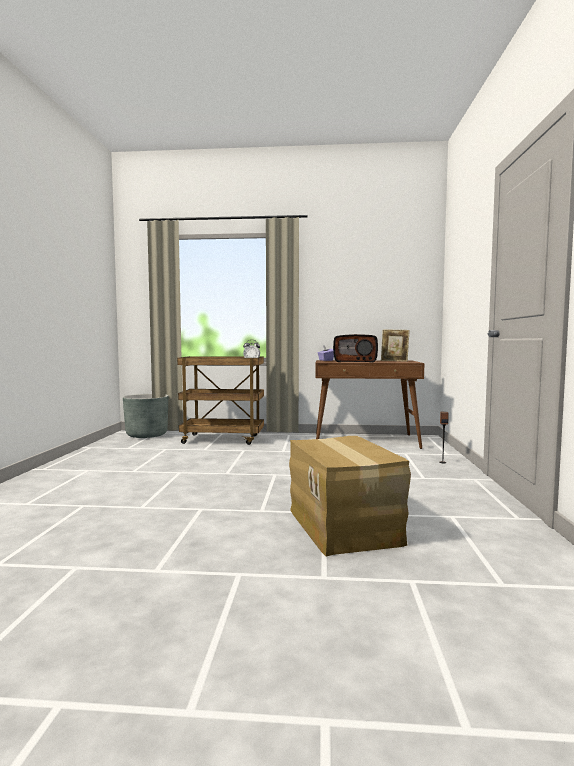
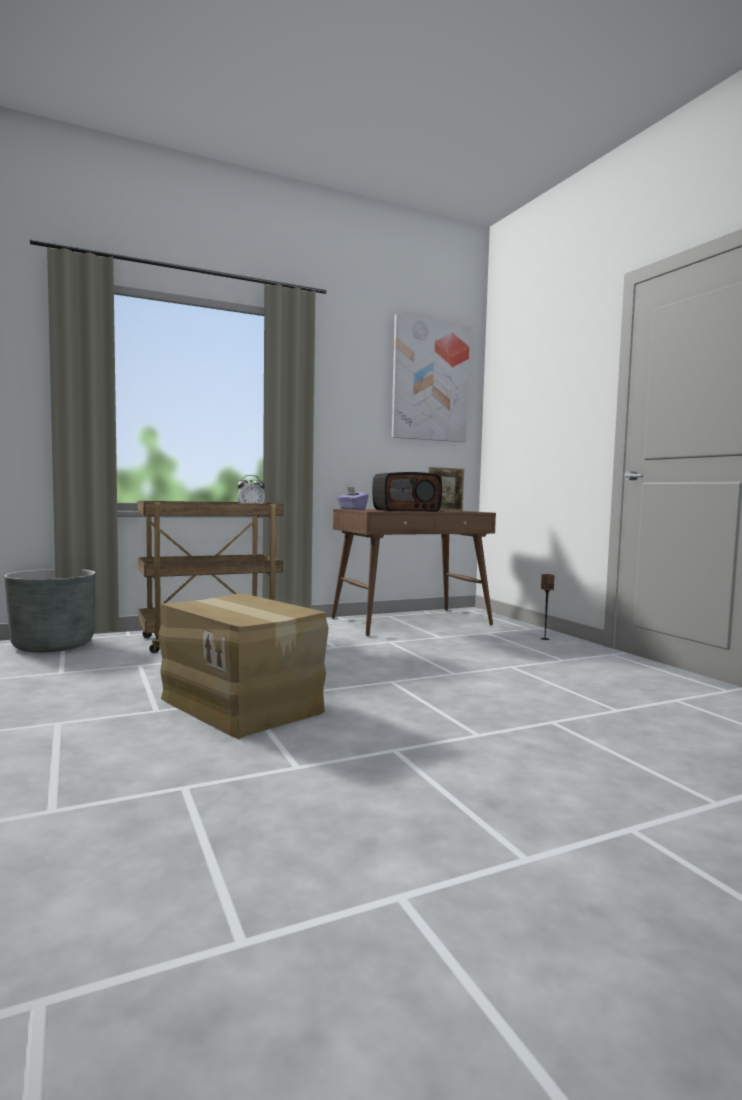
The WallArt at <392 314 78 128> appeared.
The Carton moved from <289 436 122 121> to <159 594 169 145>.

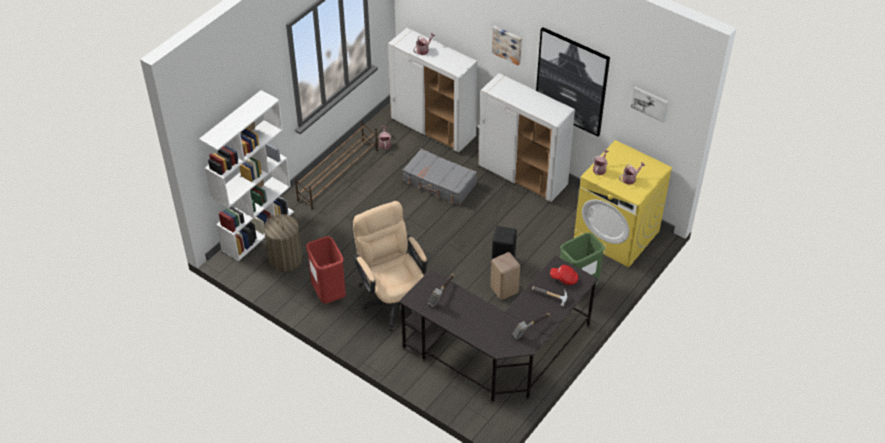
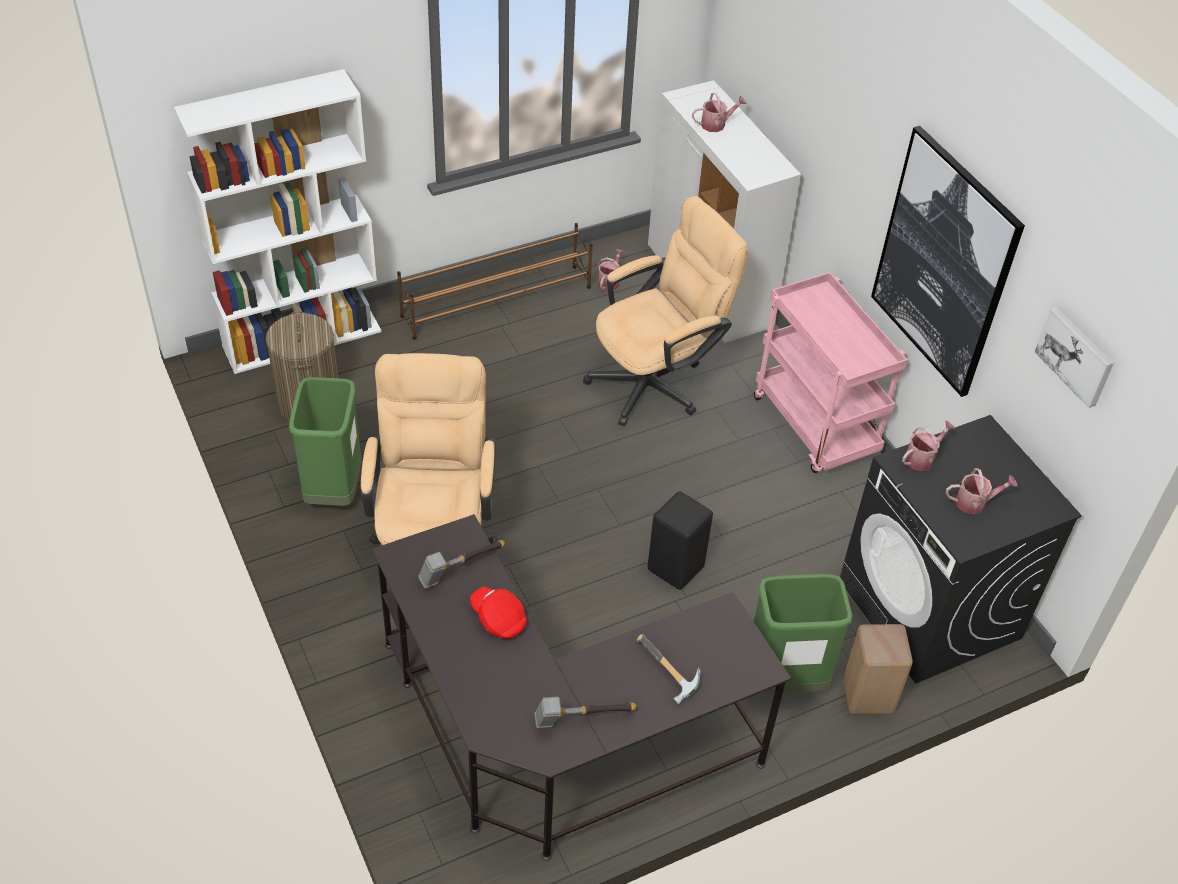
The WallArt at <492 26 30 39> disappeared.
The SandColouredSittingStool moved from <490 252 30 48> to <843 624 70 90>.
The RedColouredCap moved from <550 265 29 20> to <470 587 57 52>.
The GreyishPieceOfLuggage at <403 149 74 56> was replaced by the SandColouredOfficeChair at <583 196 165 230>.
The WhiteColouredCabinet at <478 73 97 129> was replaced by the PinkWheeledCart at <754 272 154 201>.
The RedColouredRubbishBin at <306 236 40 68> became the GreenRubbishBin at <289 377 72 129>.
The YellowishLaundryMachine at <574 140 99 127> became the BlackColouredLaundryMachine at <840 415 242 269>.

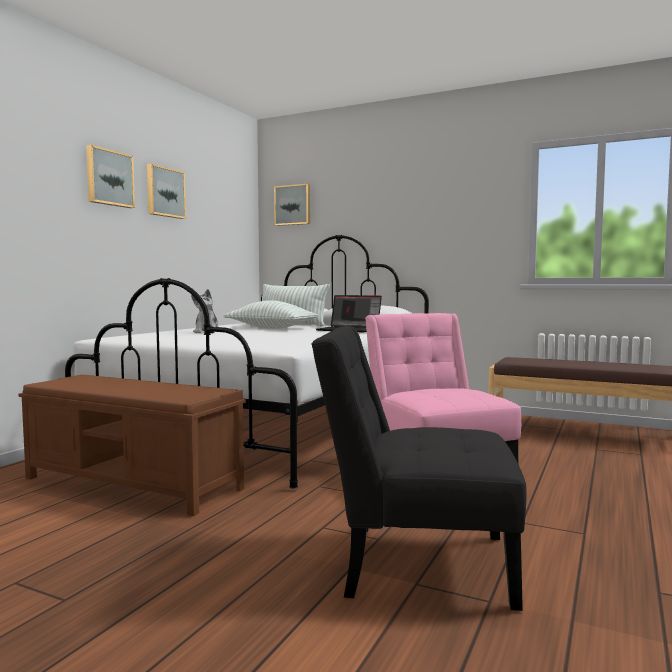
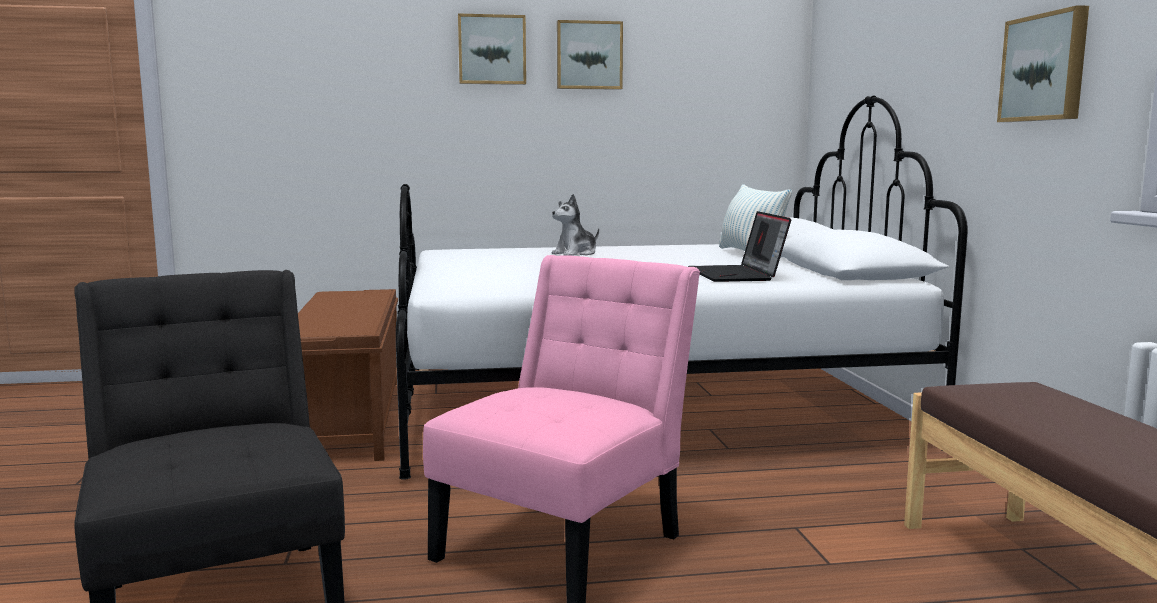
The Cushion at <223 300 95 29> disappeared.
The WallArt moved from <274 184 36 42> to <997 5 92 117>.

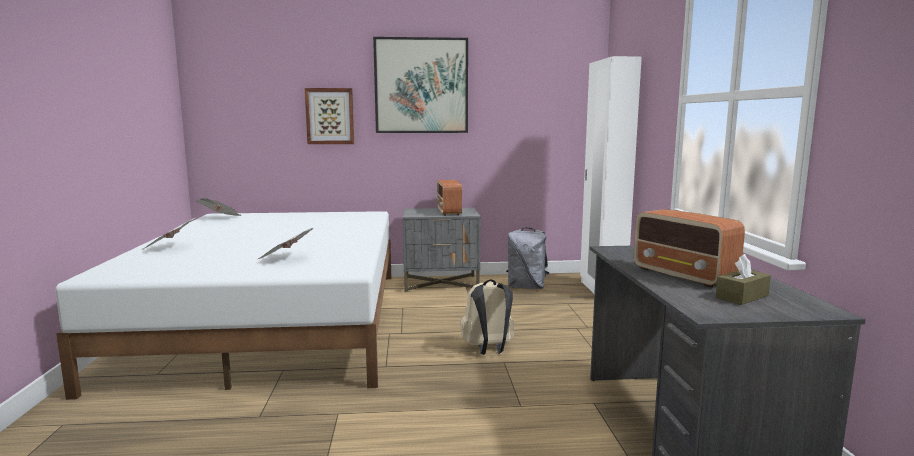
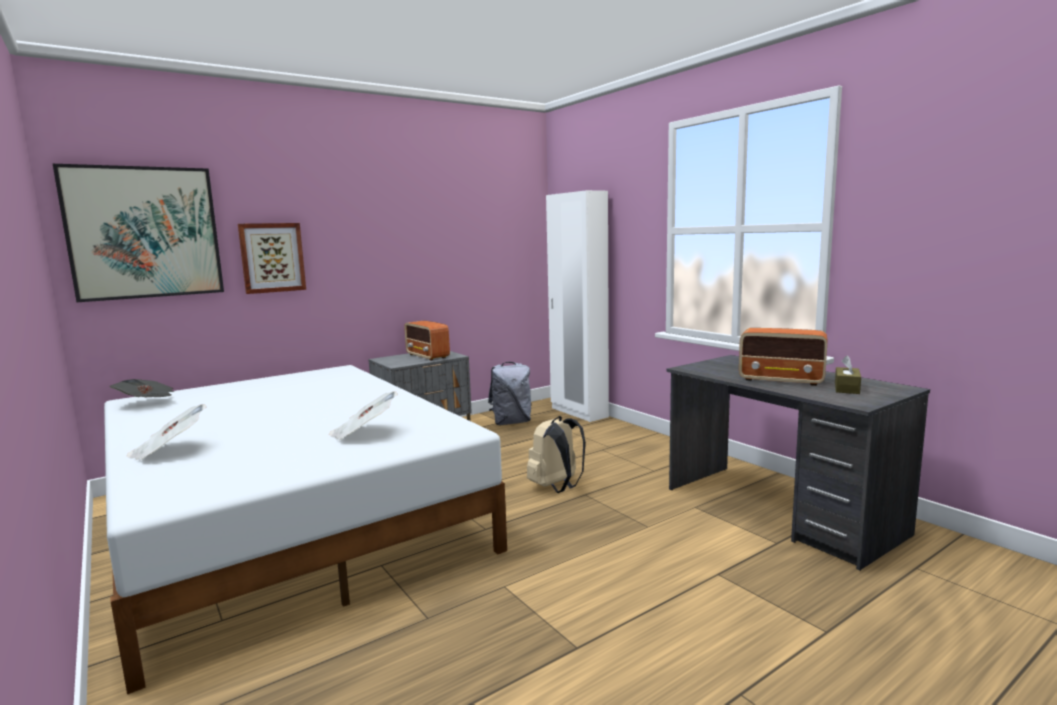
The WallArt moved from <373 37 95 96> to <53 164 171 138>.

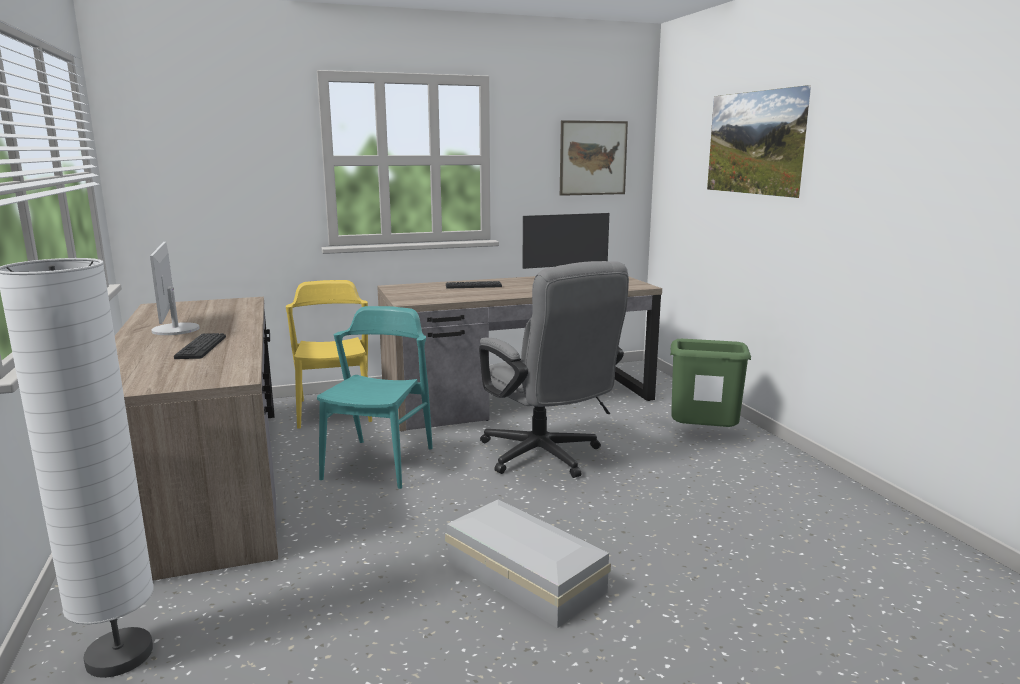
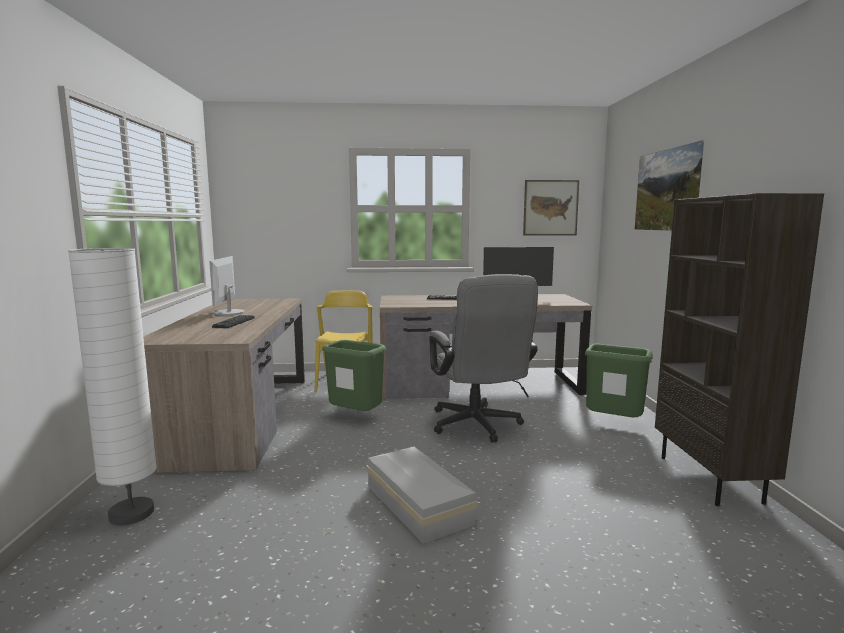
The BrownishBookcase at <655 193 169 313> appeared.
The TurquoiseColouredChair at <317 306 116 183> was replaced by the GreenRubbishBin at <322 340 64 71>.

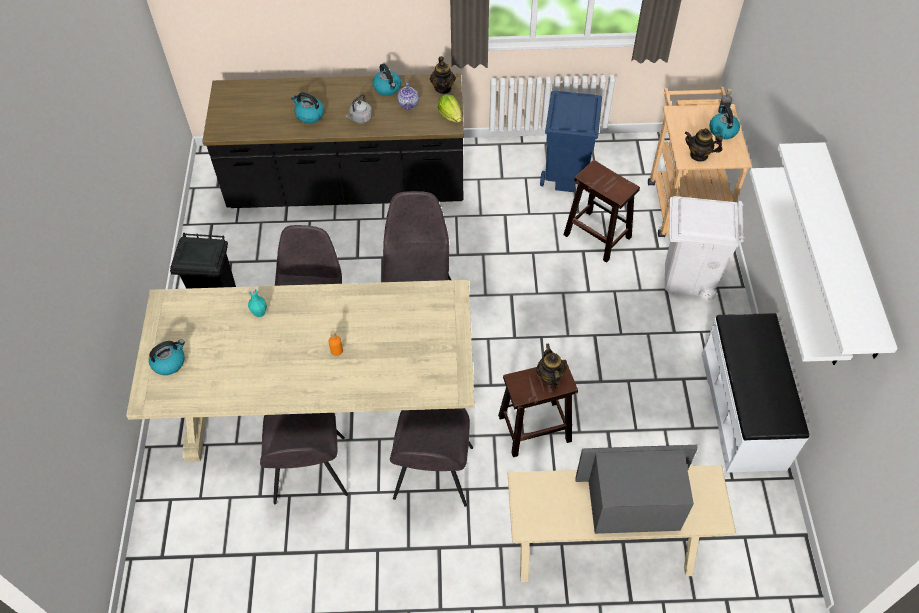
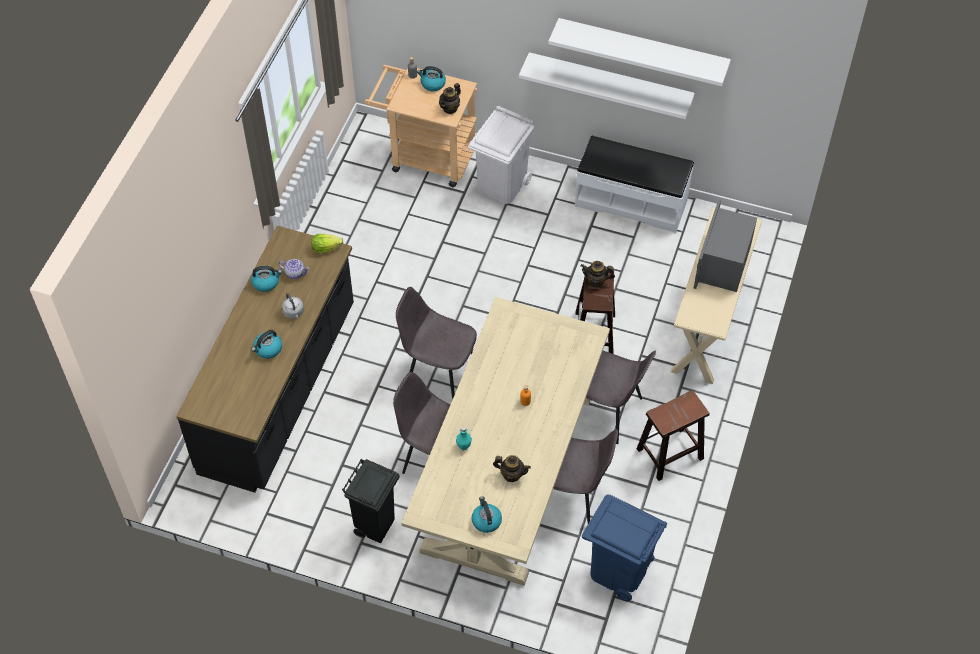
The TeaPot moved from <430 56 26 38> to <493 455 38 27>.
The BluishRubbishBin moved from <540 91 62 101> to <582 494 85 108>.
The BrownishSittingStool moved from <564 160 76 103> to <636 390 73 91>.

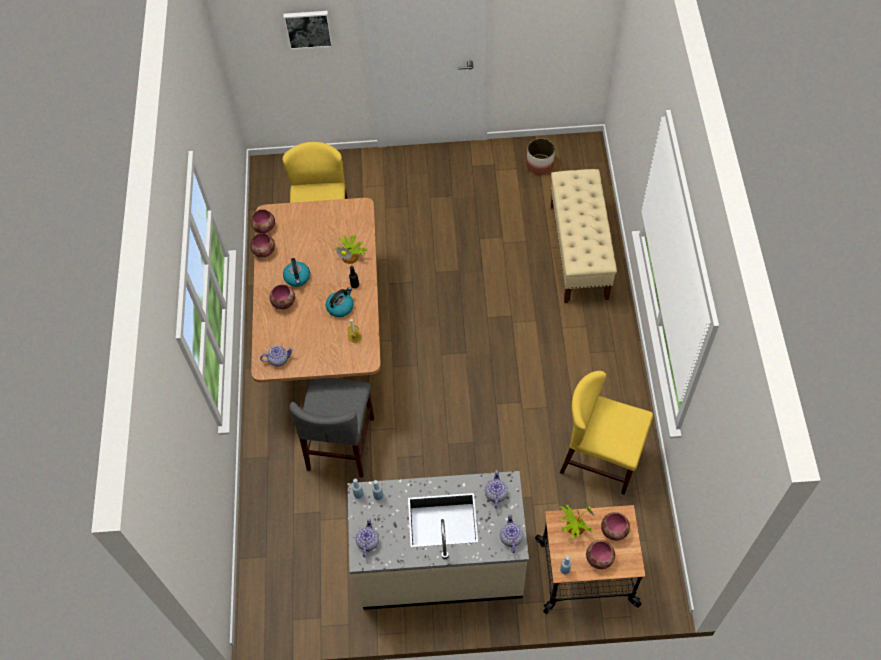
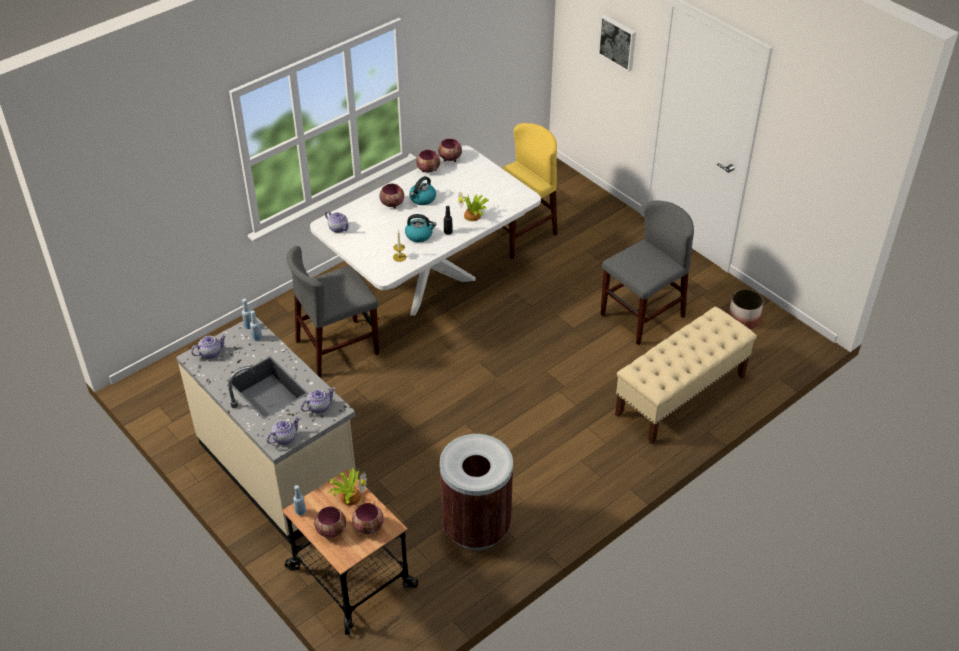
The GreyishChair at <601 200 93 145> appeared.
The YellowishChair at <560 371 93 124> was replaced by the BrownishRubbishBin at <440 434 73 116>.
The BrownishDiningTable at <251 198 130 185> became the WhiteColouredDiningTable at <310 146 231 170>.

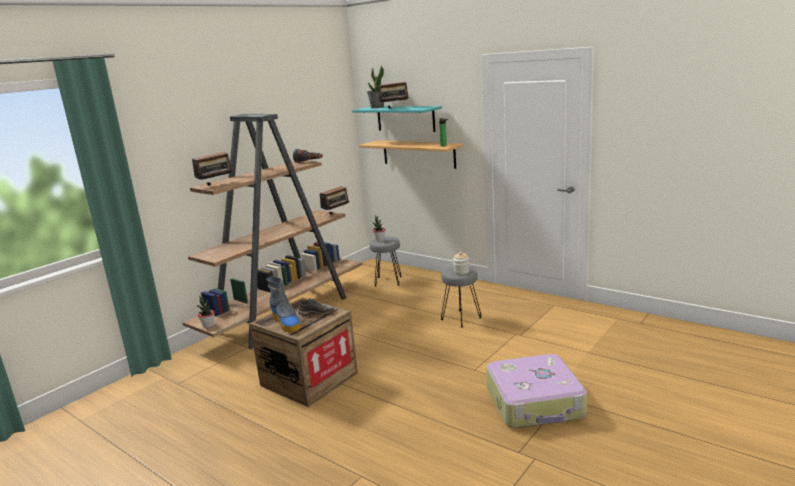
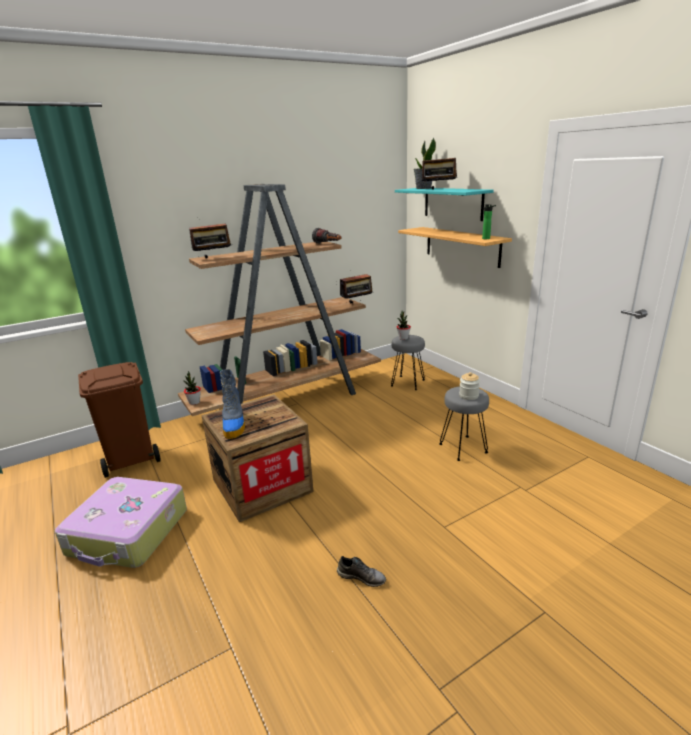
The BrownishRubbishBin at <78 362 83 116> appeared.
The GreyishItemOfFootwear moved from <298 298 37 18> to <337 556 49 31>.
The PieceOfLuggage moved from <486 354 101 74> to <55 477 132 91>.

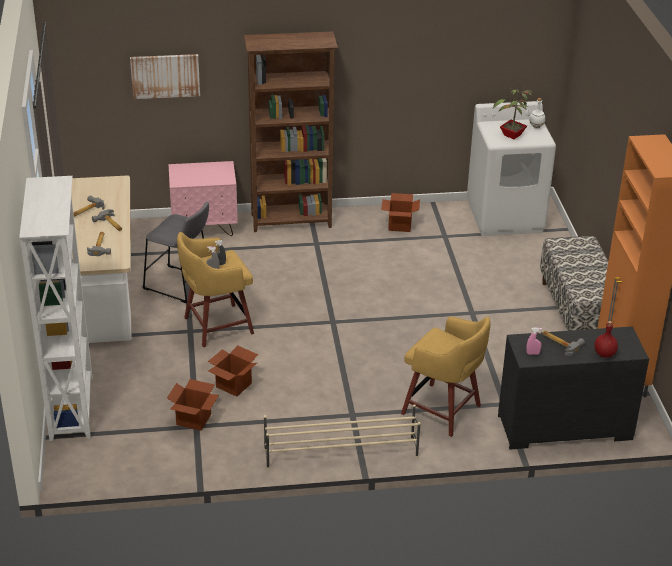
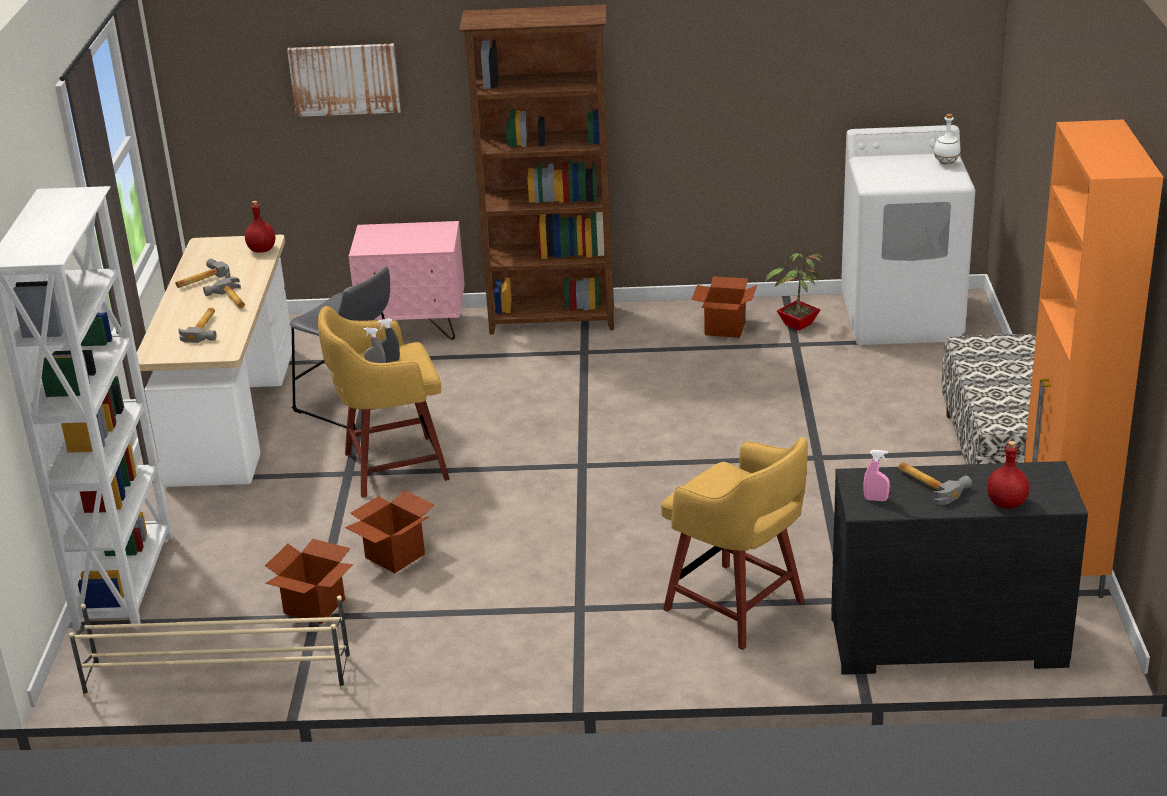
The RedColouredDrinkBottle at <245 201 30 52> appeared.
The SandColouredShoeRack moved from <264 404 156 65> to <69 596 282 101>.
The PottedPlant moved from <493 87 41 52> to <765 248 60 83>.

